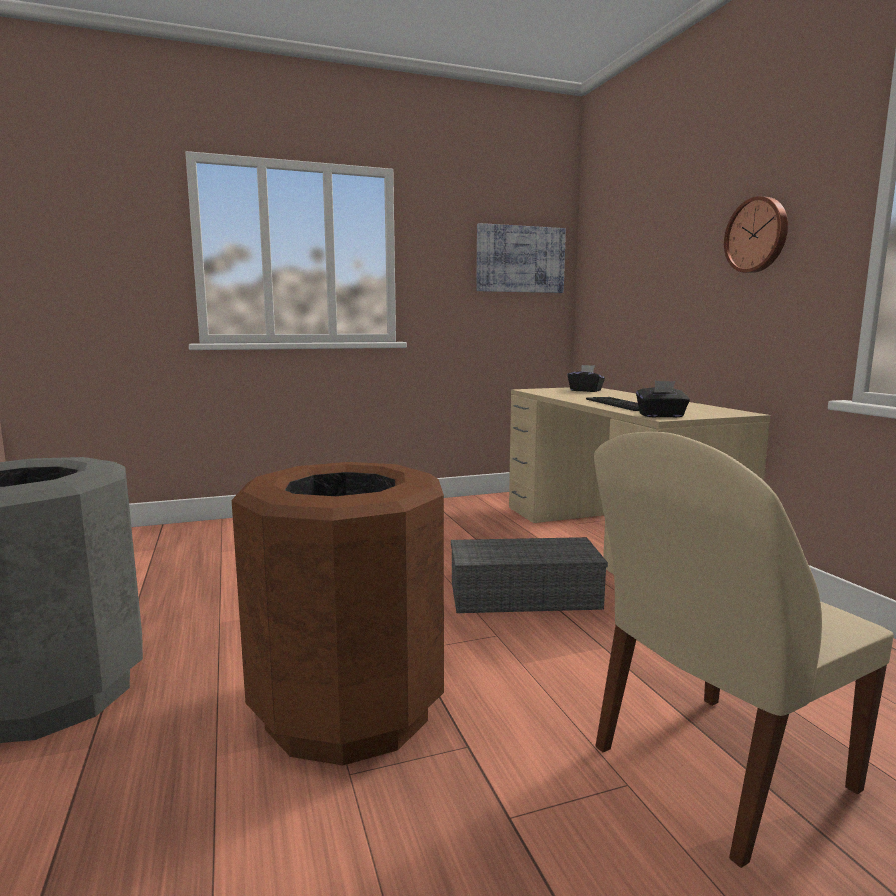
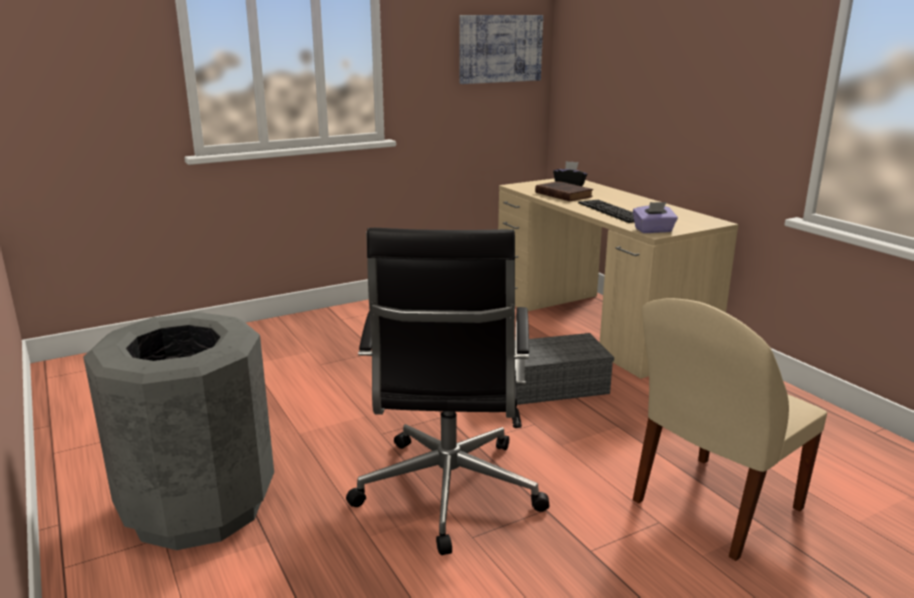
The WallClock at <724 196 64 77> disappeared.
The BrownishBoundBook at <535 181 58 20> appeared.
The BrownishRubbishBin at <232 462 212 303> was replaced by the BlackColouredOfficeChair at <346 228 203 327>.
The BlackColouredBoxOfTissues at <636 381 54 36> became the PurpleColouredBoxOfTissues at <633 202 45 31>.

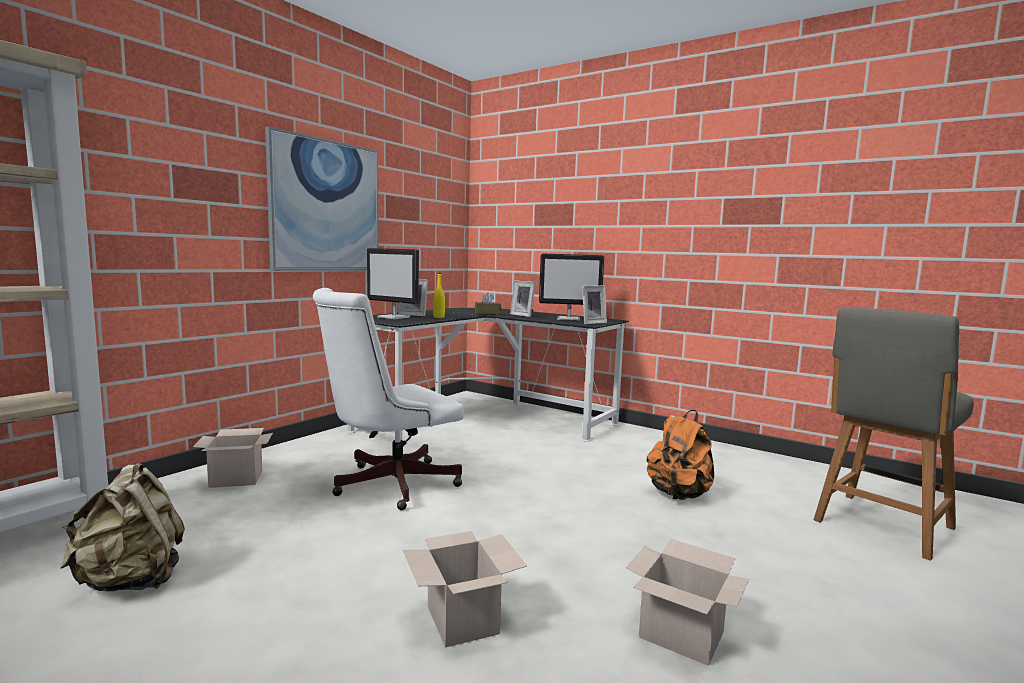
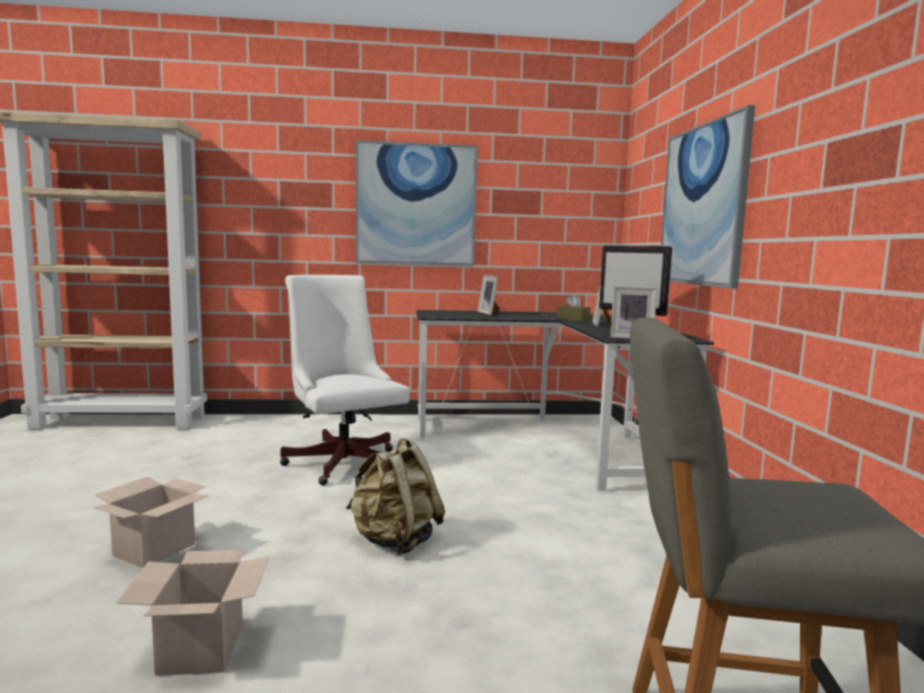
The Carton at <193 428 80 60> disappeared.
The ComputerDisplay at <367 248 52 71> disappeared.
The YellowishDrinkBottle at <433 273 12 45> disappeared.
The OrangeBackpack at <647 410 67 90> disappeared.
The WallArt at <661 105 94 184> appeared.
The SandColouredBackpack moved from <61 463 124 128> to <346 438 99 117>.
The WhiteColouredOfficeChair at <313 288 151 222> turned 45 degrees clockwise.

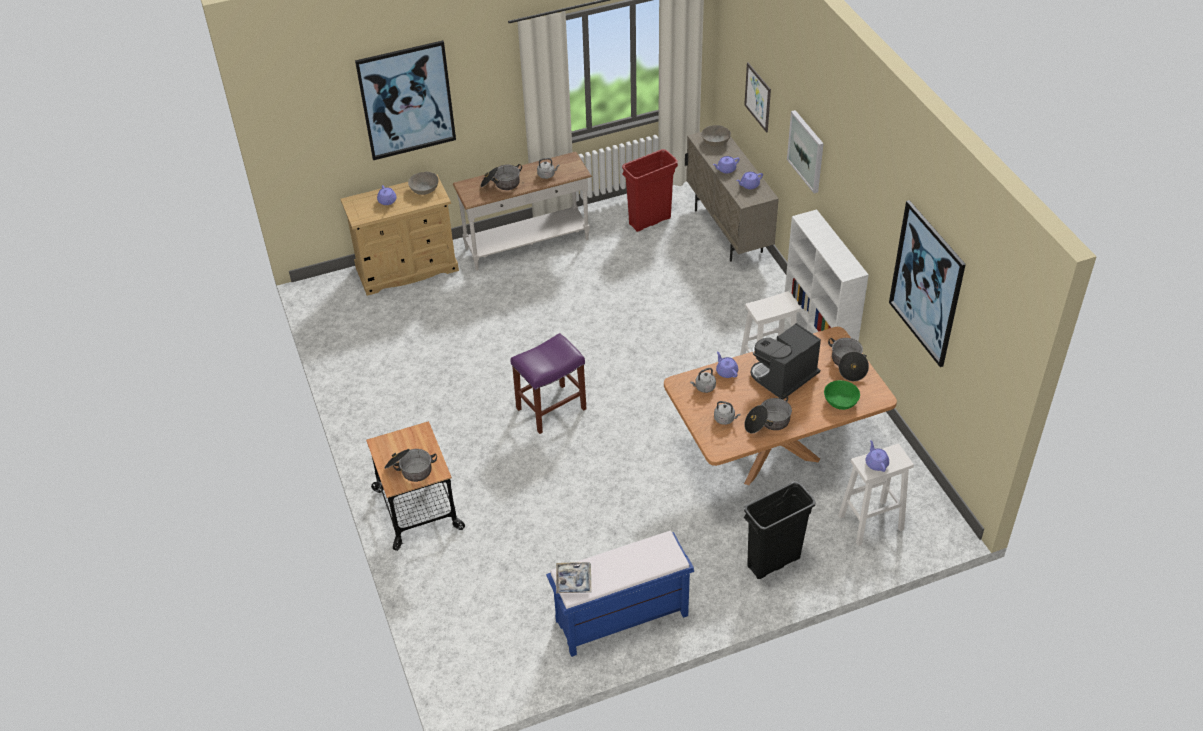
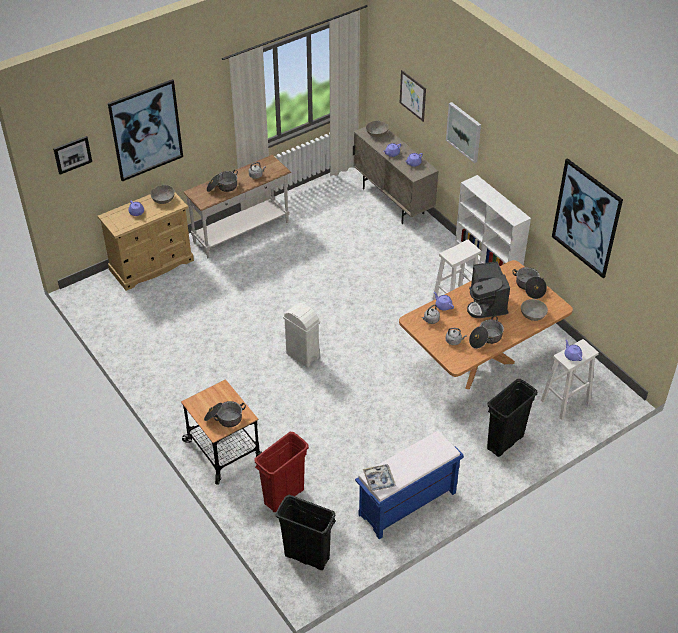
The WallArt at <53 136 39 38> appeared.
The BlackColouredRubbishBin at <276 495 60 75> appeared.
The RedColouredRubbishBin moved from <622 149 56 83> to <255 432 54 80>.
The PurpleColouredSittingStool at <510 333 77 101> was replaced by the WhiteColouredRubbishBin at <283 303 37 65>.
The GreenServingBowl at <824 380 36 30> became the GreyishServingBowl at <521 299 27 22>.
The CoffeeBrewer at <751 323 70 76> turned 45 degrees counterclockwise.

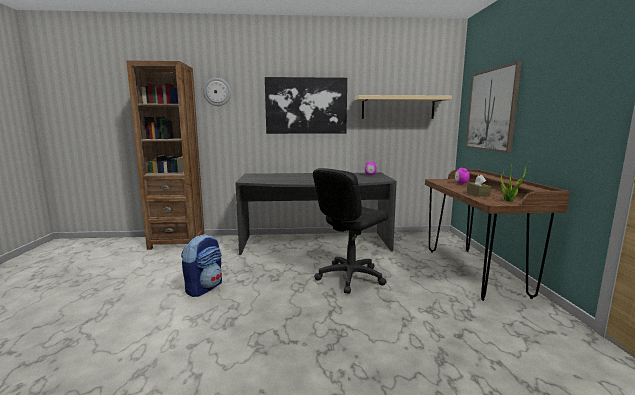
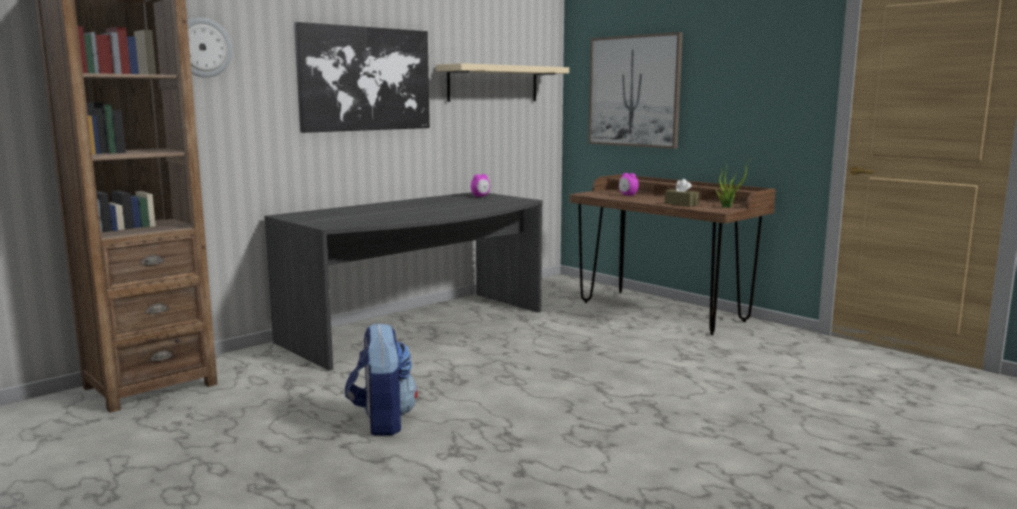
The BlackColouredOfficeChair at <313 168 76 126> disappeared.

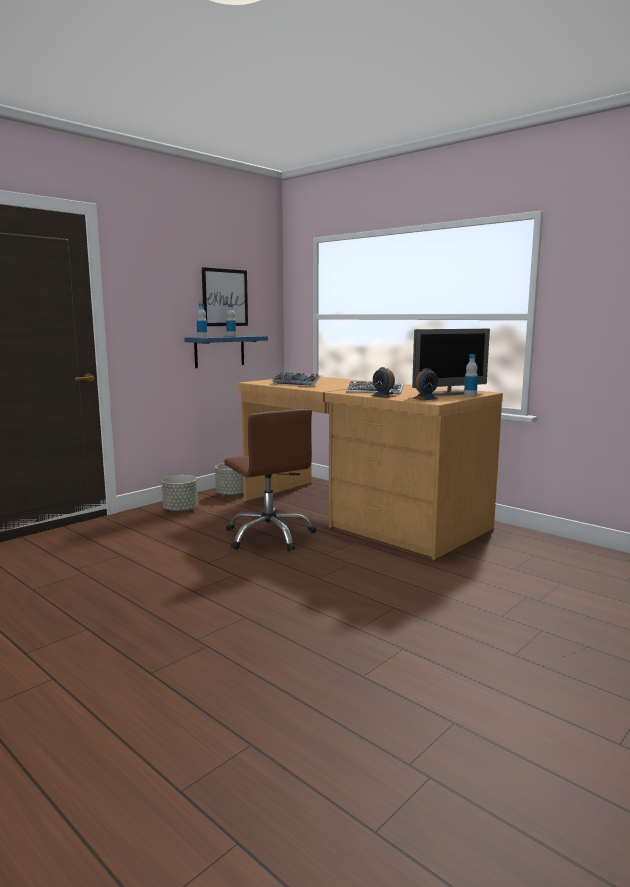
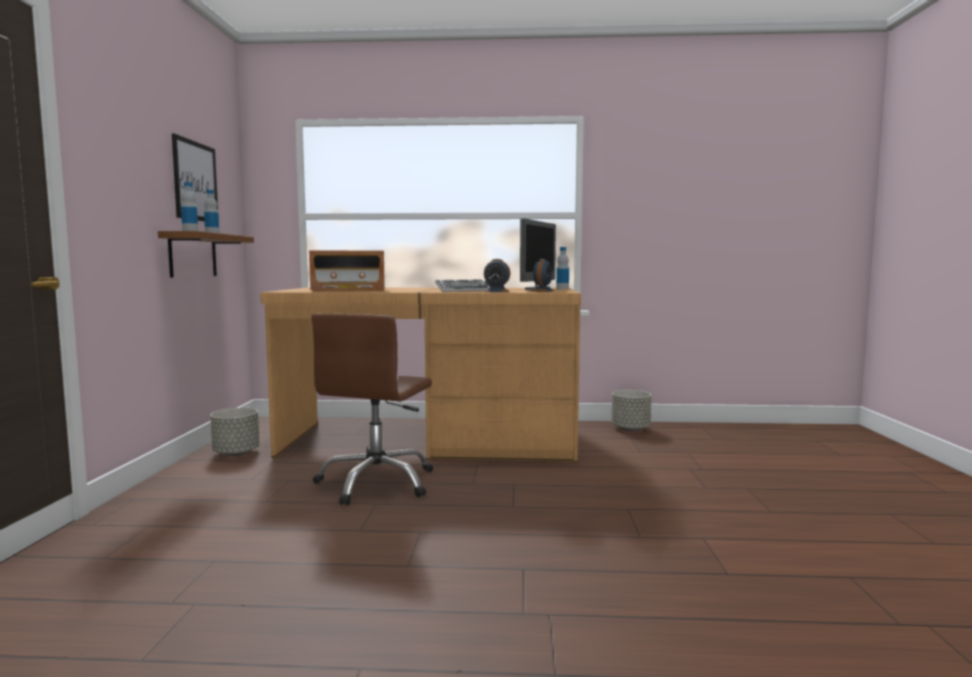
The GreyishPlantPot moved from <162 475 36 38> to <612 390 40 41>.
The ComputerKeyboard at <271 372 52 14> was replaced by the RadioReceiver at <309 250 76 41>.
The BluishShelf at <184 336 84 32> became the BrownishShelf at <158 231 96 46>.
The BrownishOfficeChair at <224 409 92 142> turned 90 degrees clockwise.

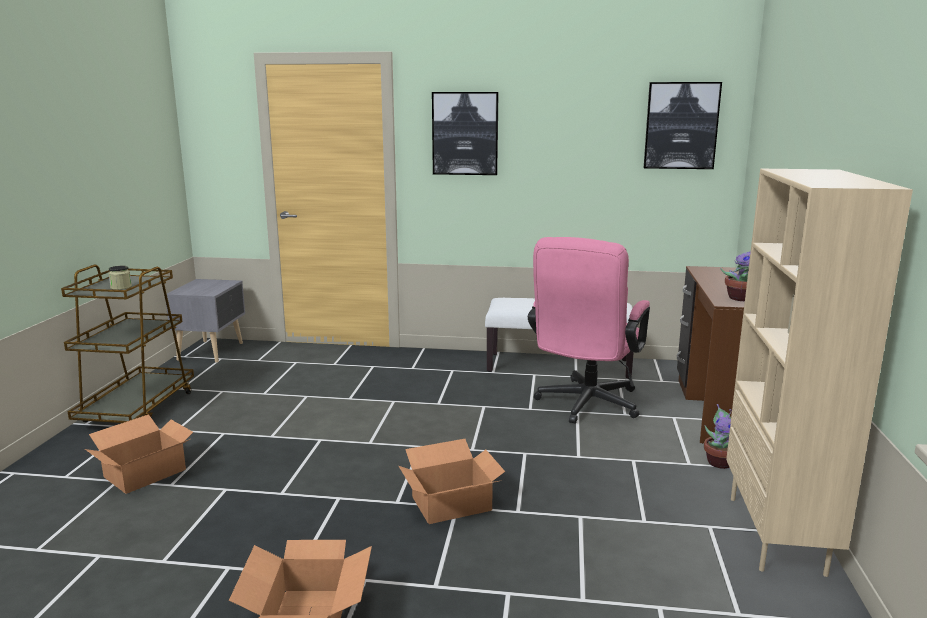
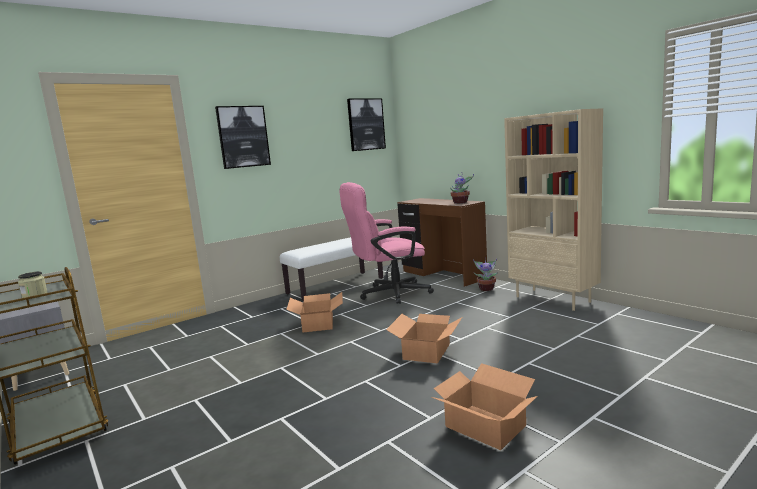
The Carton moved from <85 414 108 80> to <286 292 57 41>.
The PinkOfficeChair at <528 237 122 187> turned 90 degrees clockwise.

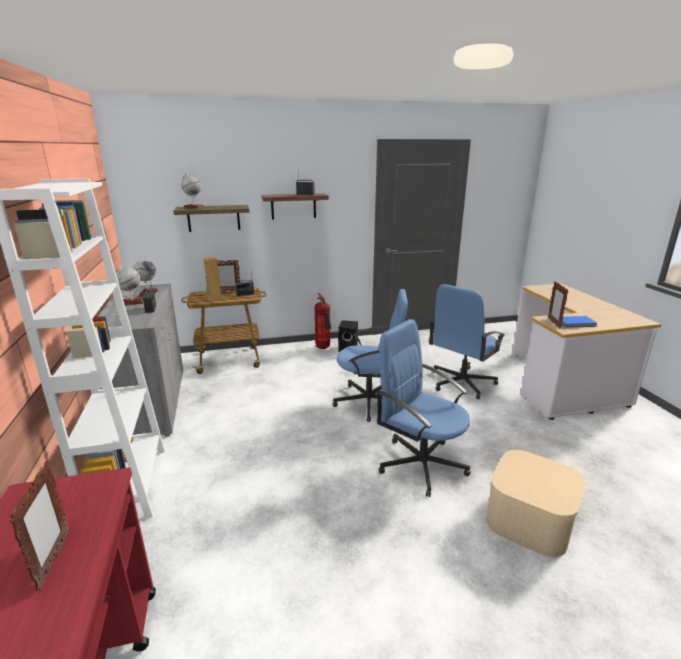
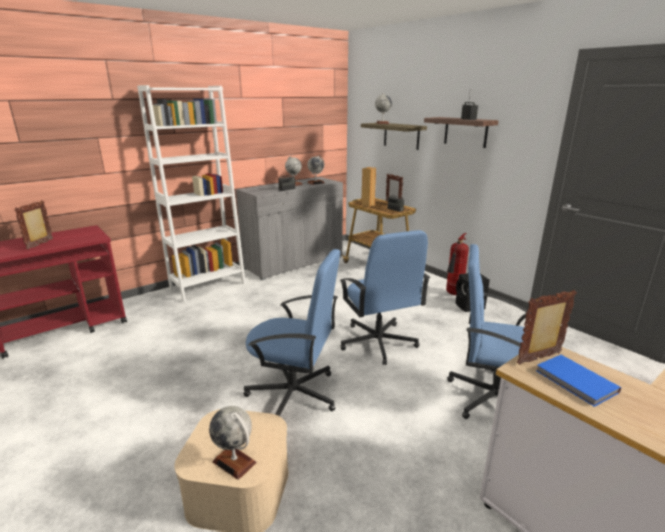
The Globe at <209 406 48 74> appeared.
The StandingFrame at <9 461 60 130> turned 135 degrees clockwise.
The BluishOfficeChair at <375 319 95 178> turned 90 degrees clockwise.

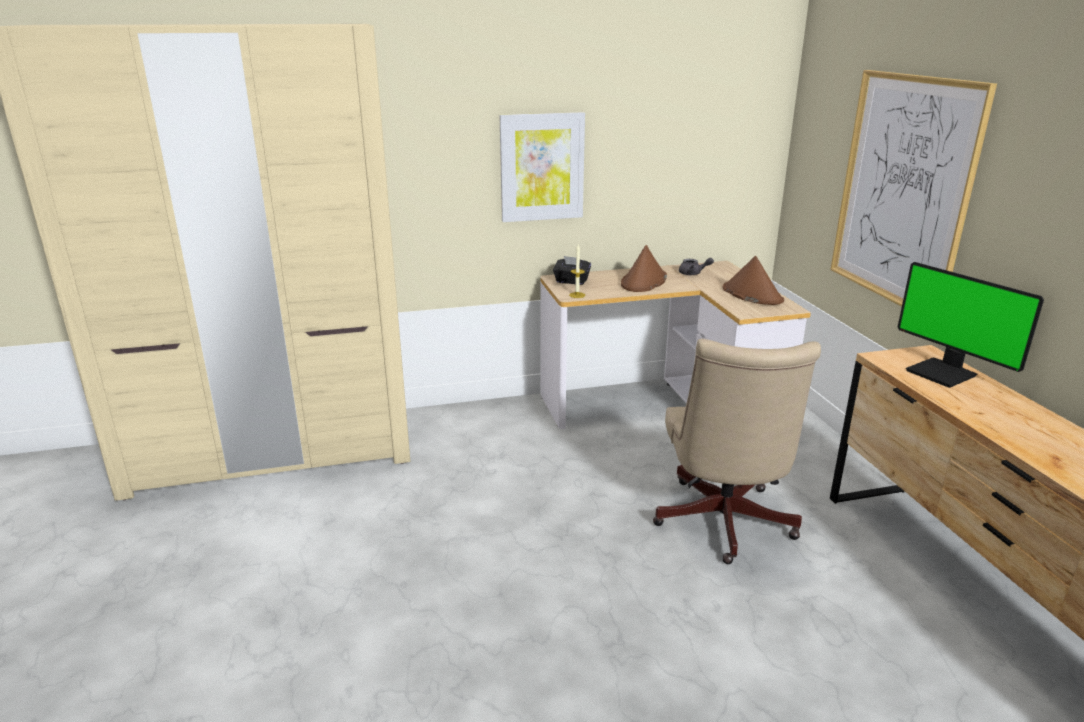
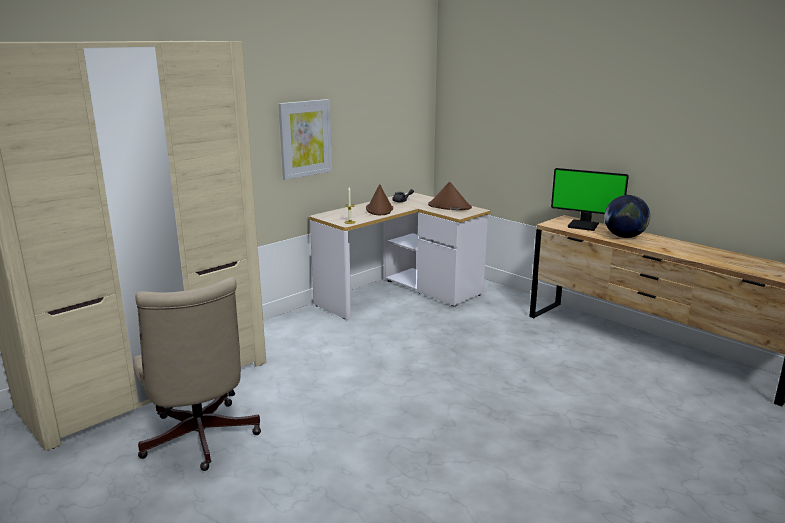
The BlackColouredBoxOfTissues at <553 256 38 29> disappeared.
The WallArt at <830 70 167 236> disappeared.
The Globe at <604 195 46 43> appeared.
The SandColouredOfficeChair moved from <653 339 168 225> to <133 277 128 194>.

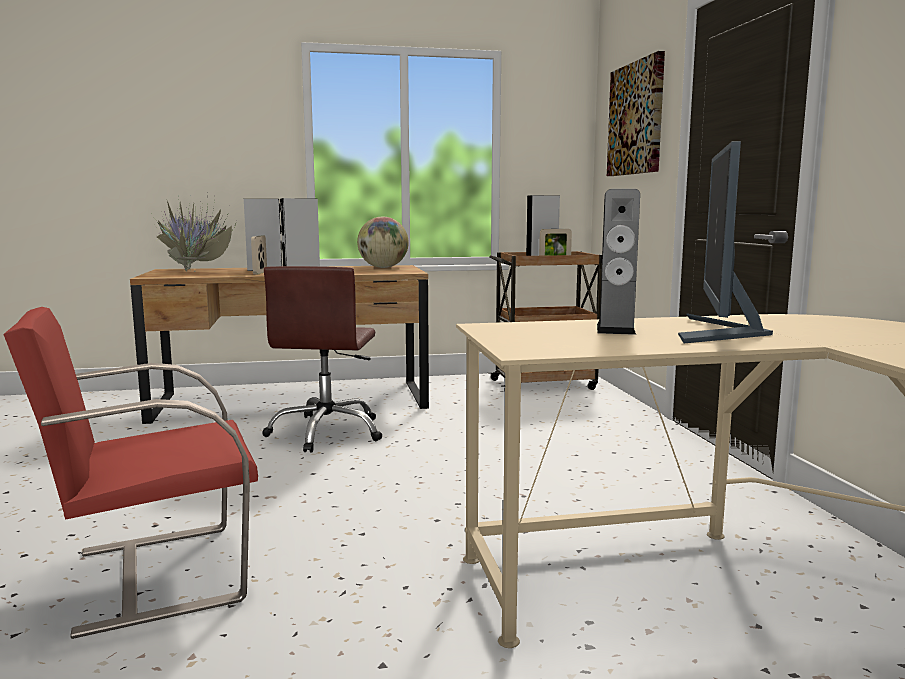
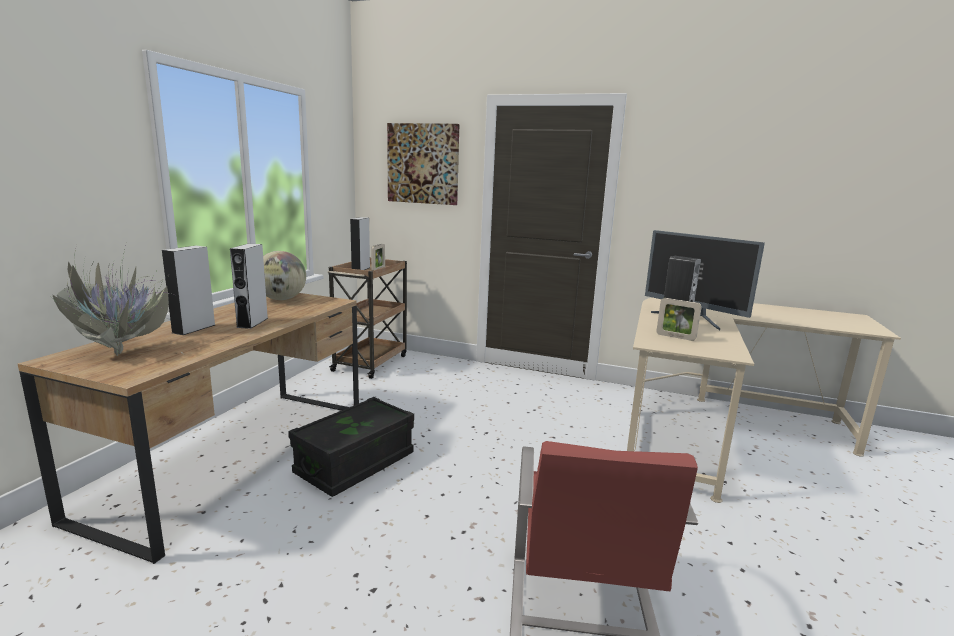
The StandingFrame moved from <251 236 16 39> to <657 298 45 43>.
The BrownishOfficeChair at <262 266 120 187> was replaced by the BlackColouredStorageContainer at <288 397 126 100>.

